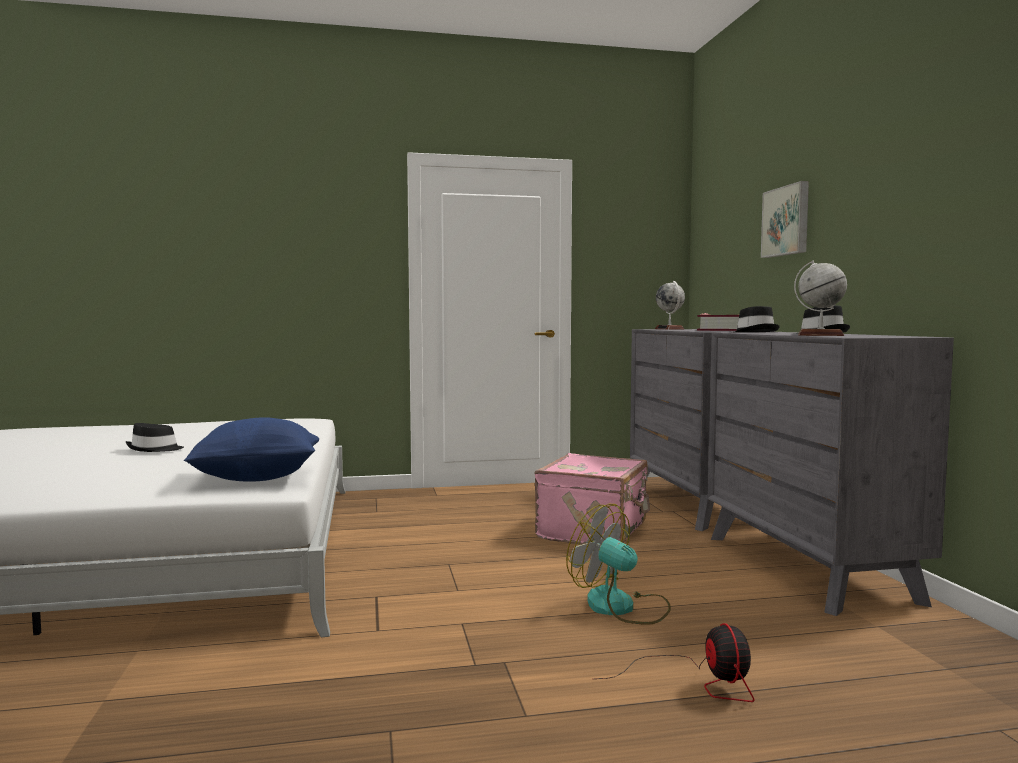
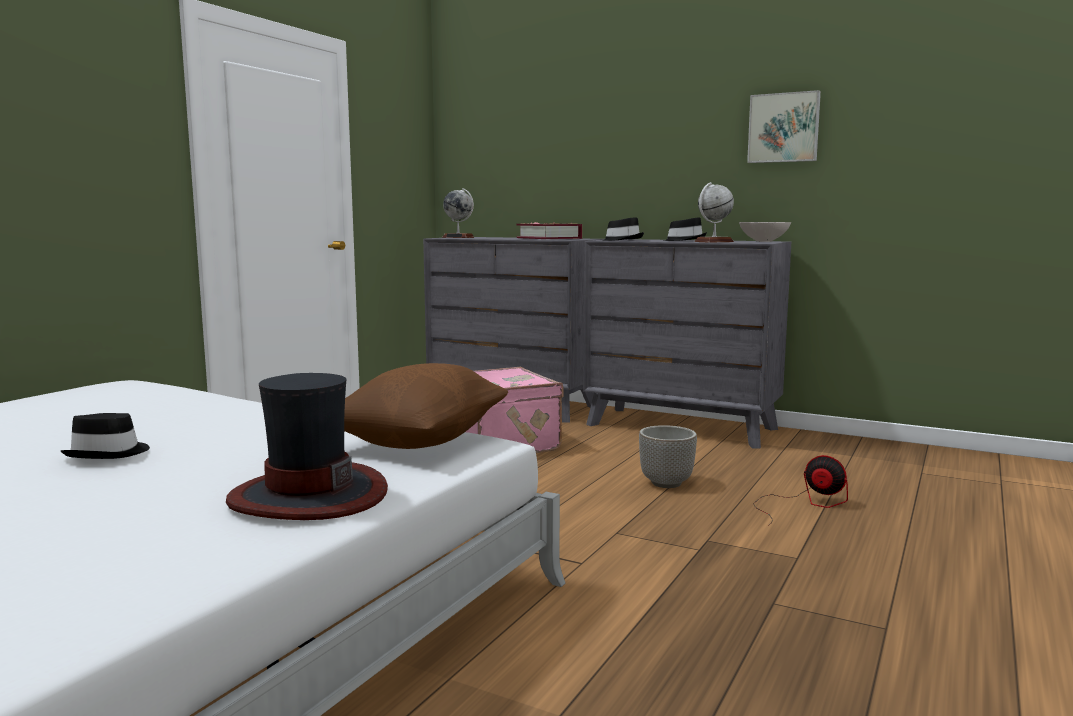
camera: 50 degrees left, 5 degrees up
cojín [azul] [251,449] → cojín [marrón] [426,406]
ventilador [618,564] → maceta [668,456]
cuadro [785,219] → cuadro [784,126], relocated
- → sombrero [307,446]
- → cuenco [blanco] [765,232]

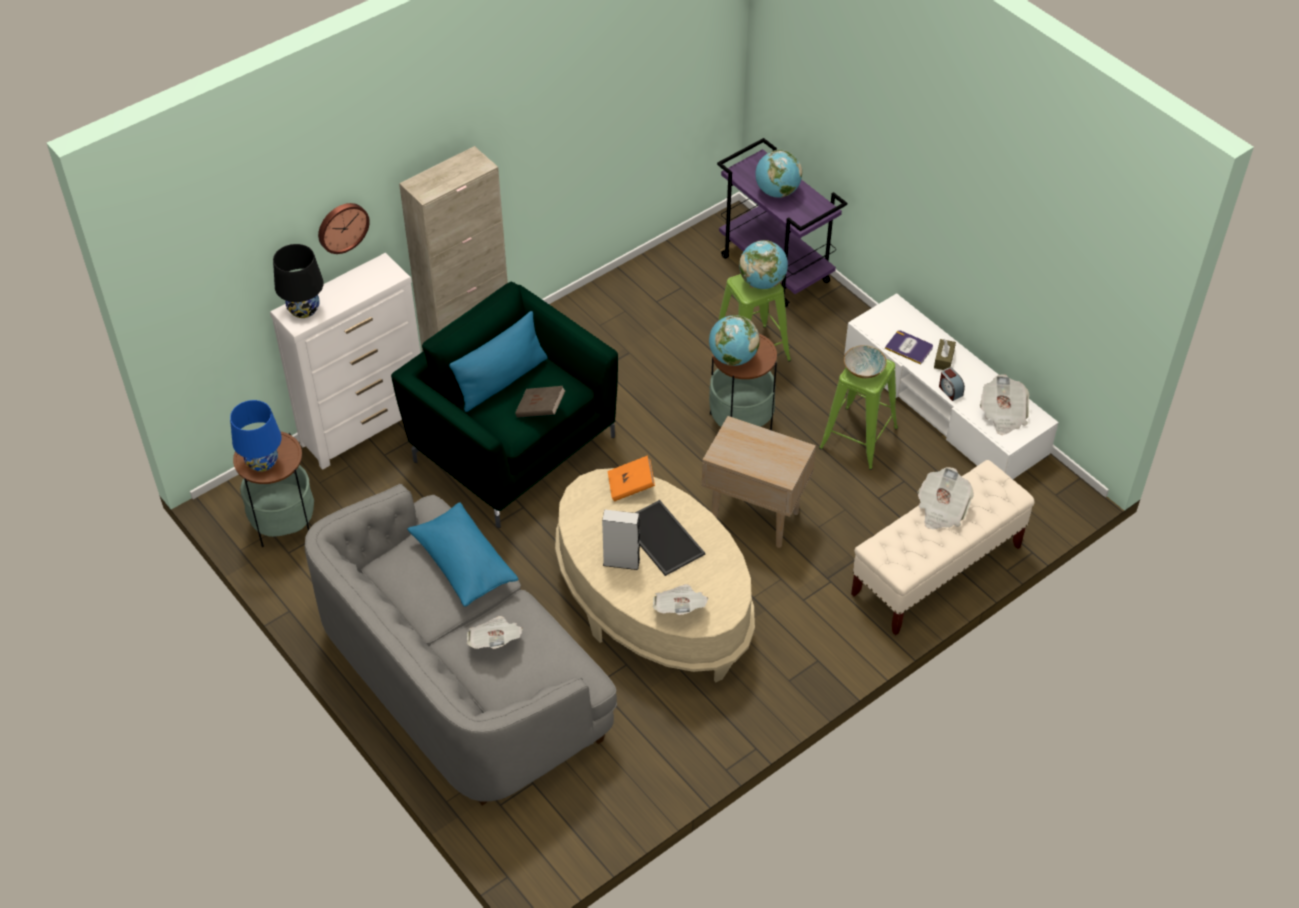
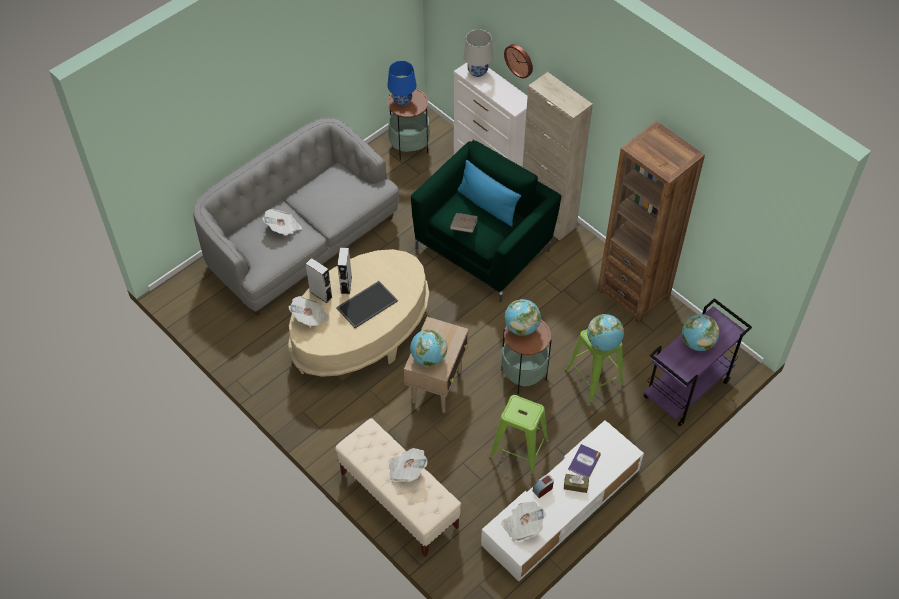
camera: 85 degrees right, 5 degrees up
lámpara de mesa [negro] [298,281] → lámpara de mesa [blanco] [478,53]
cojín [azul] [463,554] → -
libro [naranja] [631,478] → -
cuenco [865,361] → -
- → altavoz [gris] [319,280]
- → globo terráqueo [428,348]
- → estantería [marrón] [651,222]

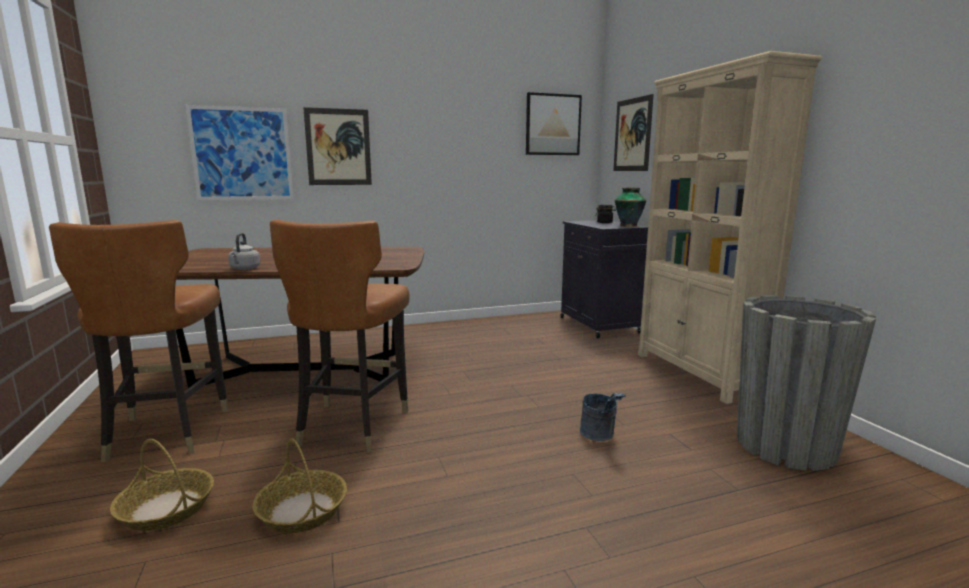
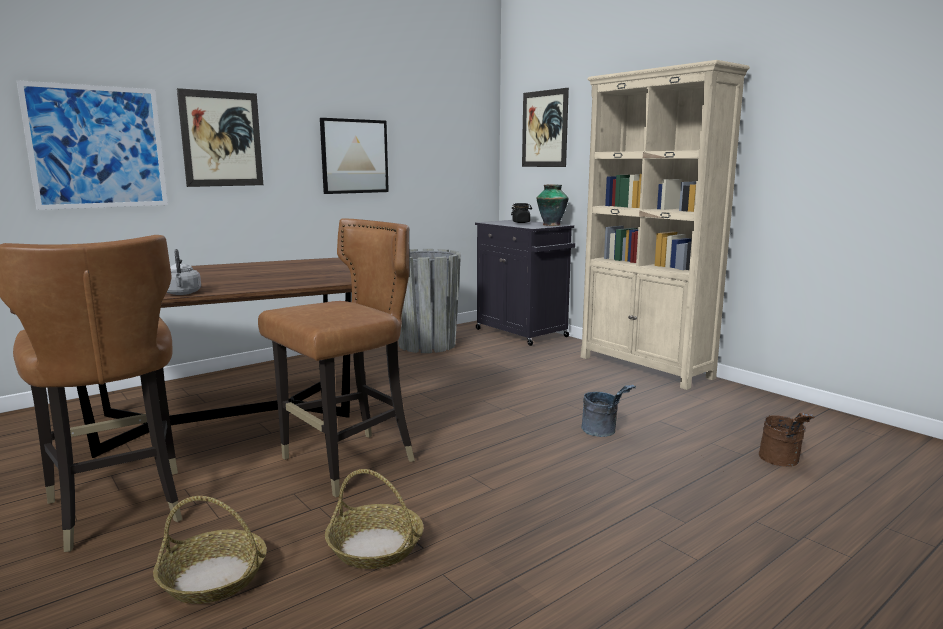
camera: 20 degrees left, 0 degrees up
silla [marrón] [340,336] → silla [marrón] [336,357], 120 degrees counterclockwise
cuadro [554,123] → cuadro [354,156], relocated
maceta [gris] [806,383] → maceta [gris] [429,301], relocated
- → cubo [marrón] [787,440]

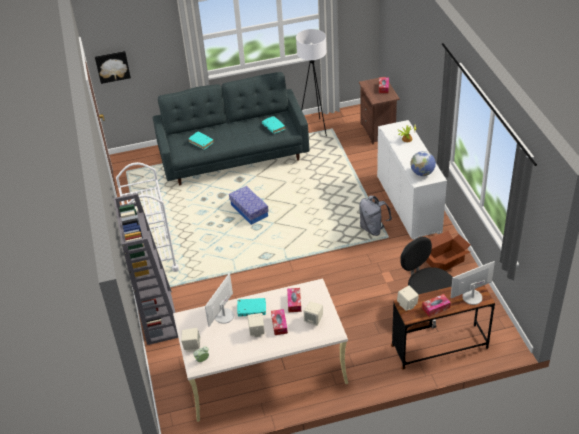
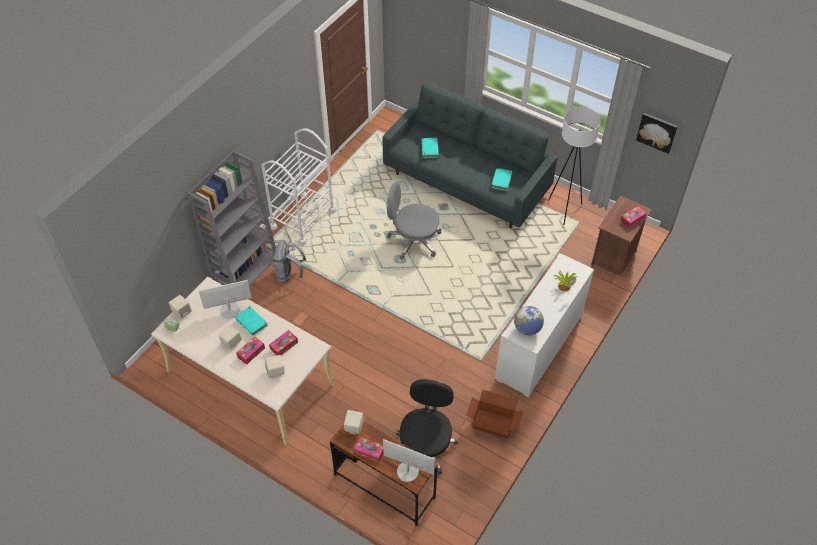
camera: 45 degrees right, 10 degrees up
cuadro [113,67] → cuadro [657,133], relocated
caja de almacenaje [249,205] → silla de oficina [gris] [414,221]
mochila [gris] [375,215] → mochila [gris] [289,261], relocated

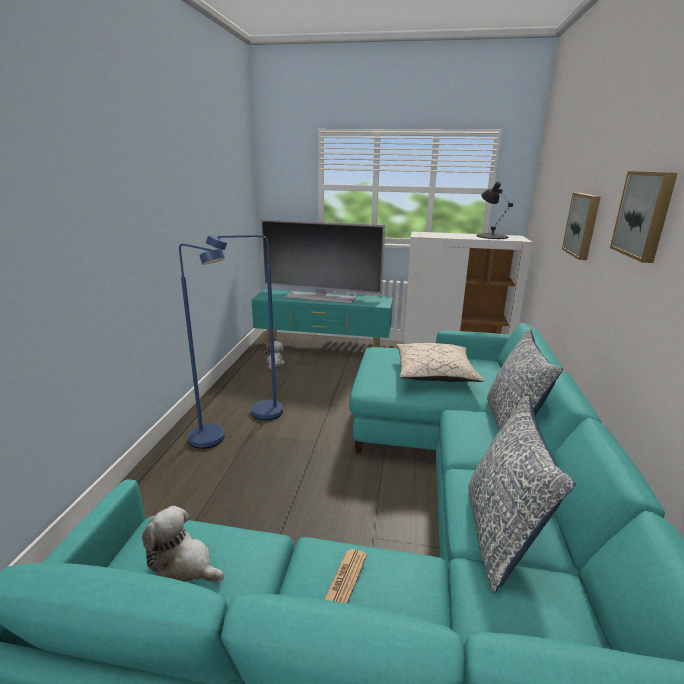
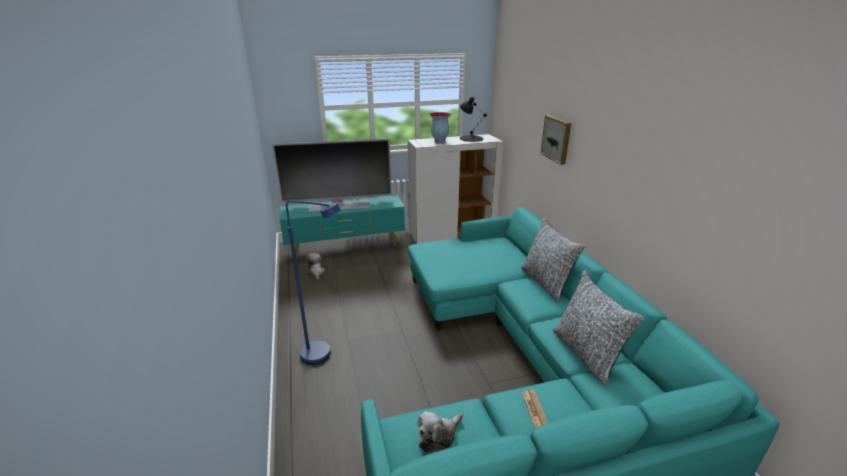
camera: 25 degrees left, 5 degrees up
peluche [183,544] → peluche [440,432], 45 degrees counterclockwise
lámpara de pie [azul] [244,327] → -
cojín [beis] [440,362] → -
cuadro [644,217] → -
- → florero [440,128]

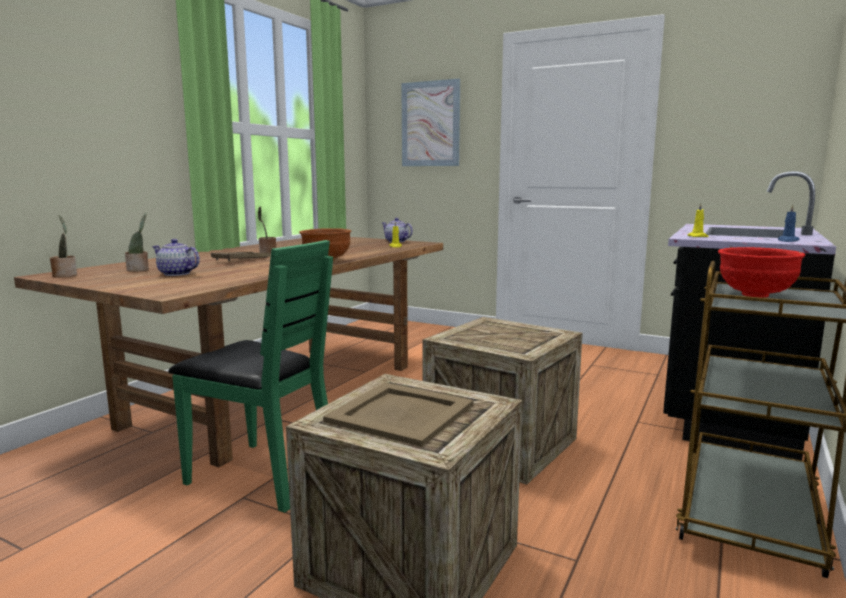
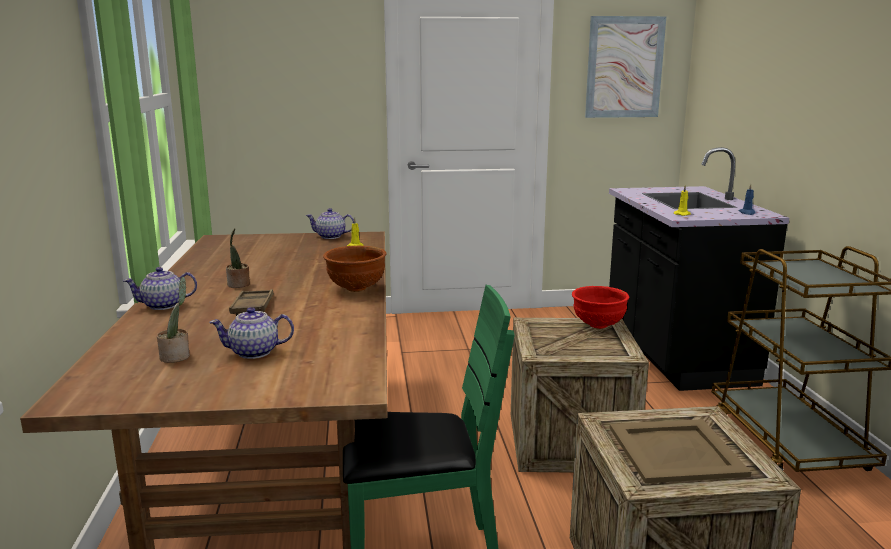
camera: 35 degrees left, 5 degrees up
planta en maceta [63,246] → -
cuadro [430,122] → cuadro [625,67], relocated
cuenco [rojo] [761,272] → cuenco [rojo] [600,307], relocated
- → tetera [160,288]

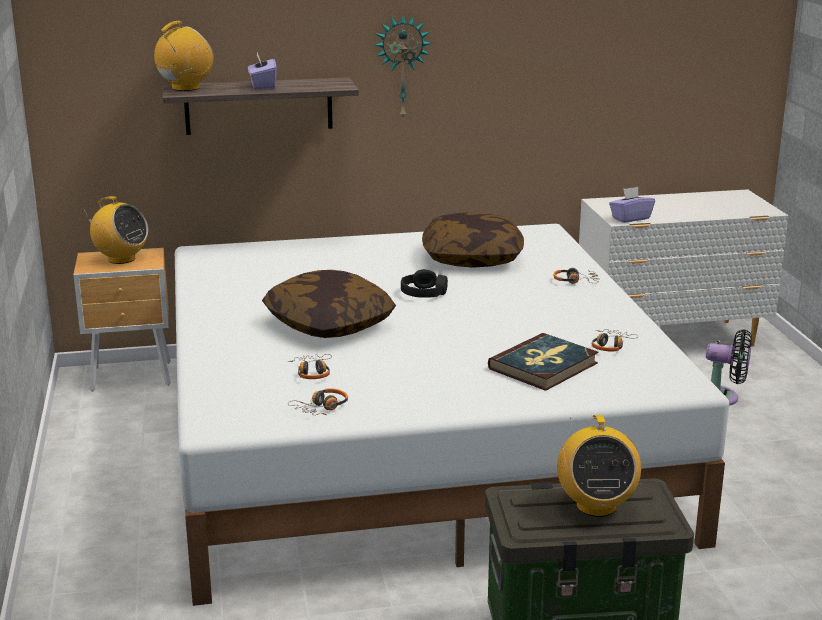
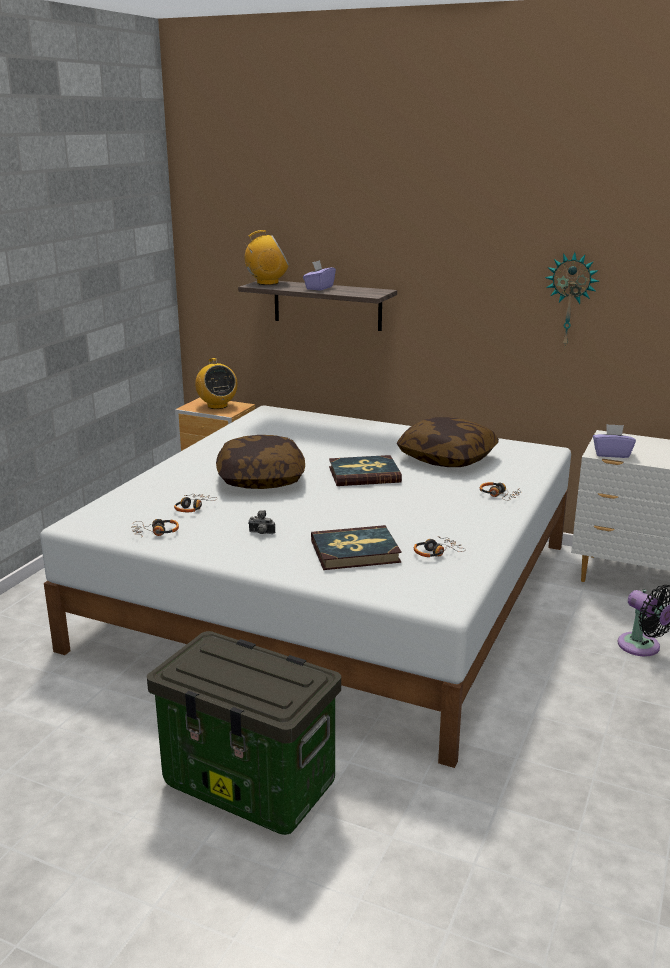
camera: 35 degrees right, 0 degrees up
reloj de pared [403,66] → reloj de pared [572,299], relocated
auriculares [negro] [424,283] → libro [365,470]
radio [599,466] → -
- → cámara [261,522]

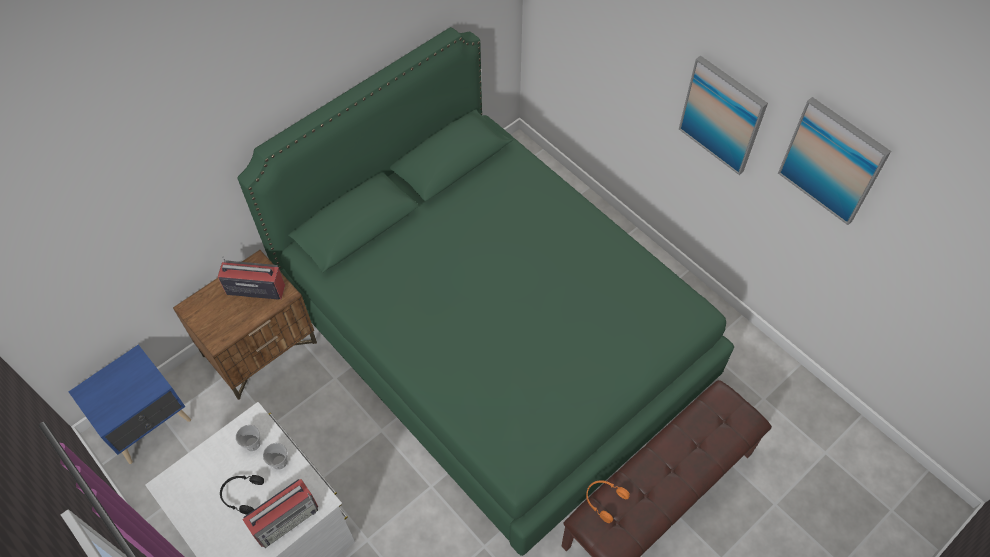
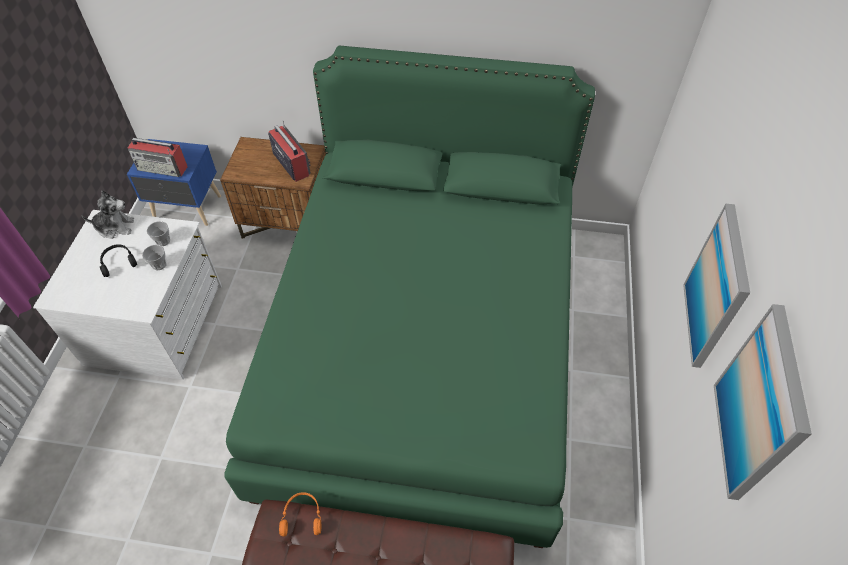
camera: 50 degrees right, 5 degrees down
radio [280,513] → radio [158,157], relocated
- → peluche [108,214]

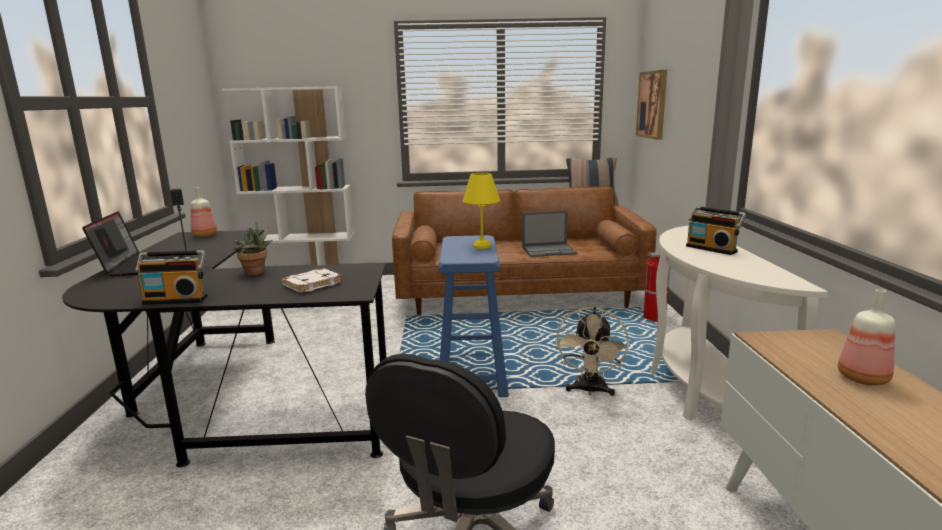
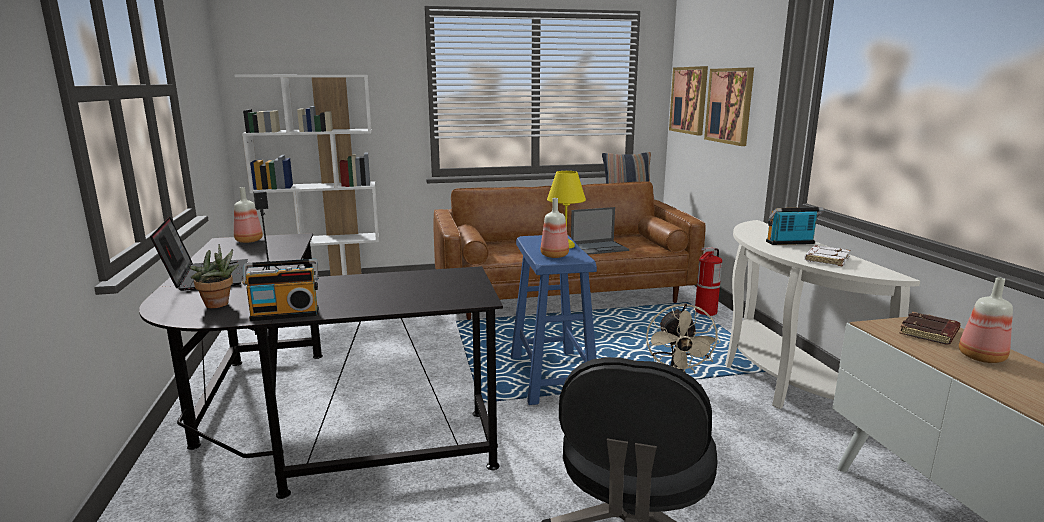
camera: 10 degrees left, 0 degrees up
planta en maceta [252,248] → planta en maceta [214,276], relocated
libro [blanco] [312,280] → libro [blanco] [827,255], relocated
radio [716,230] → radio [795,226], 135 degrees clockwise
- → botella [555,228]
- → cuadro [729,107]
- → libro [marrón] [930,328]

